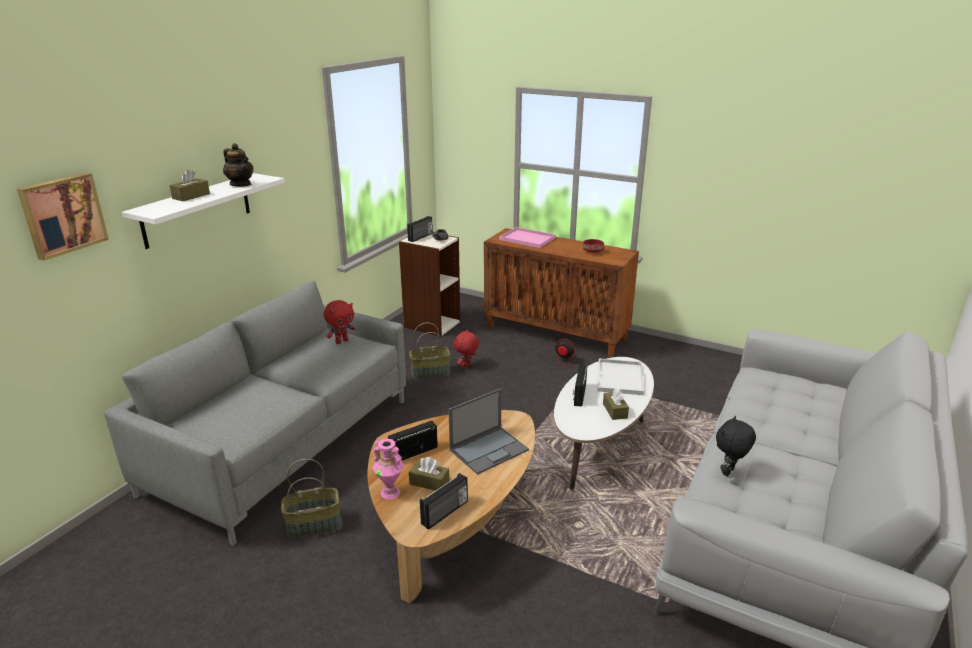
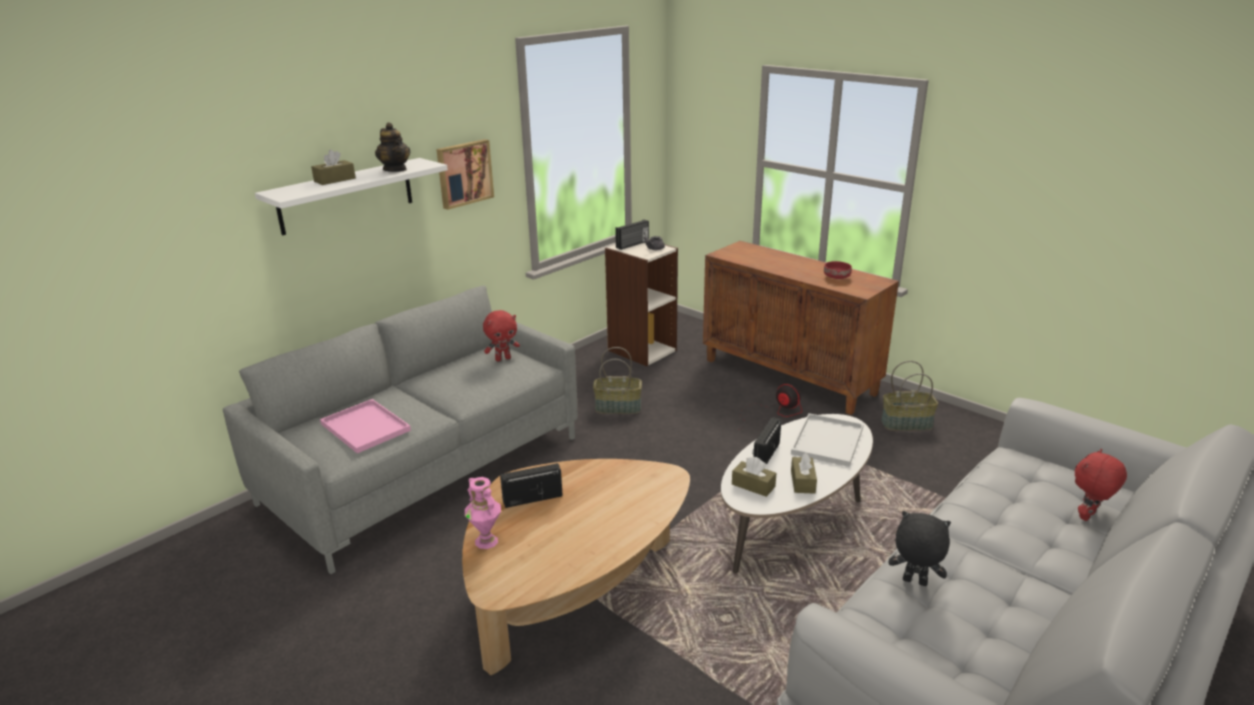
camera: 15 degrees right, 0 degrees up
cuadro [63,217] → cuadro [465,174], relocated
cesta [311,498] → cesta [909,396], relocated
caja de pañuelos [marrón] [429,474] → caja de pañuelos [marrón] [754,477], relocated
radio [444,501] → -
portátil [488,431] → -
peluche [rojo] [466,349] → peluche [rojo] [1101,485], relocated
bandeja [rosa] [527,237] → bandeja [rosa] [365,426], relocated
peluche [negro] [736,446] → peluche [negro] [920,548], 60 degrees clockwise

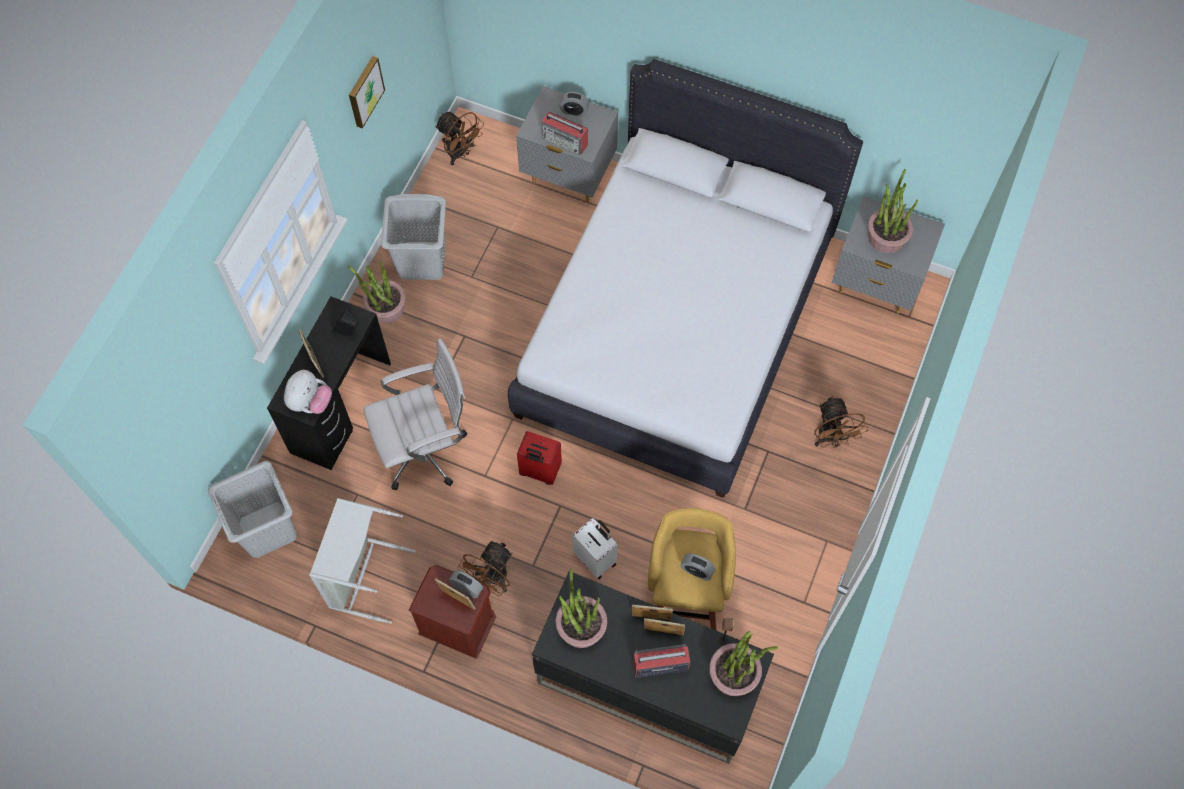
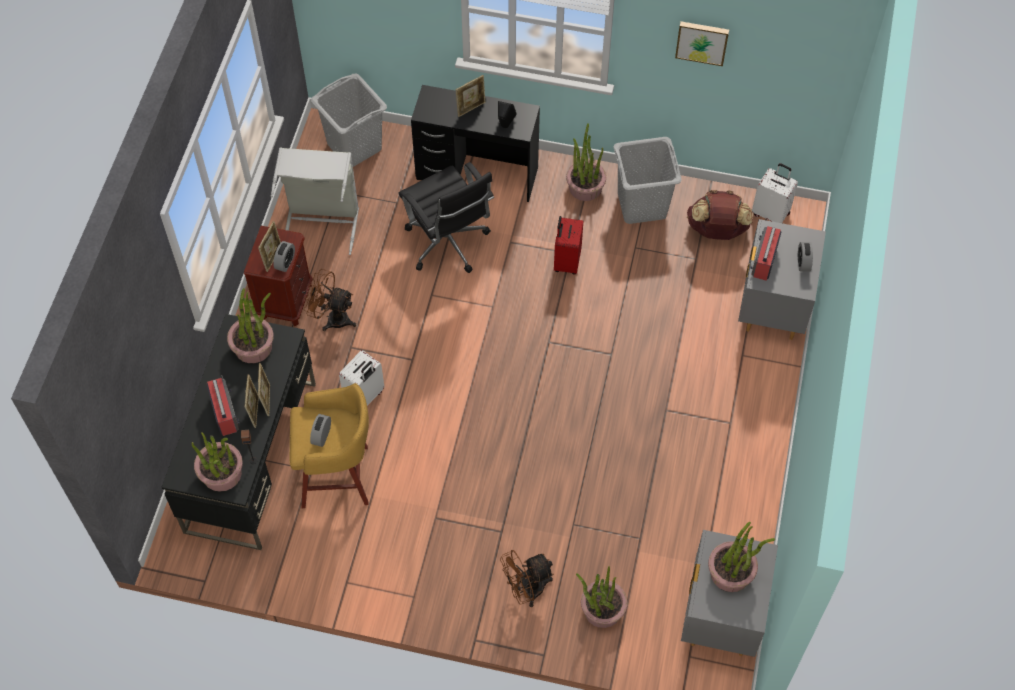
camera: 80 degrees right, 5 degrees down
peluche [308,392] → -
silla de oficina [blanco] [415,414] → silla de oficina [negro] [446,217]
ventilador [marrón] [459,139] → maleta [blanco] [775,193]
cama [blanco] [685,278] → -
maleta [rojo] [539,458] → maleta [rojo] [568,245], relocated
- → planta en maceta [601,597]
- → mochila [marrón] [720,215]

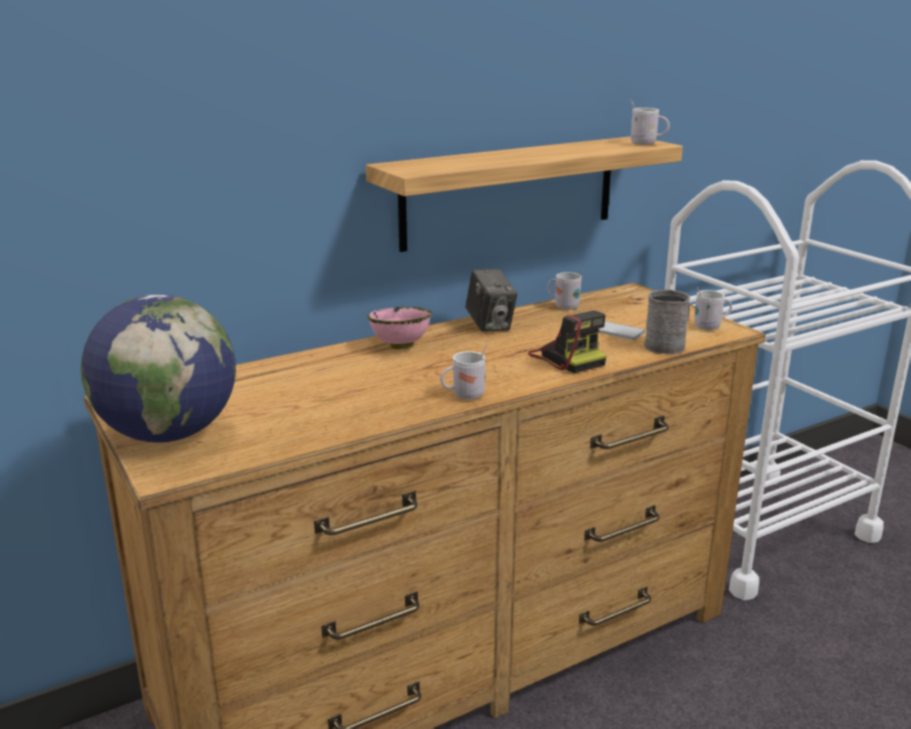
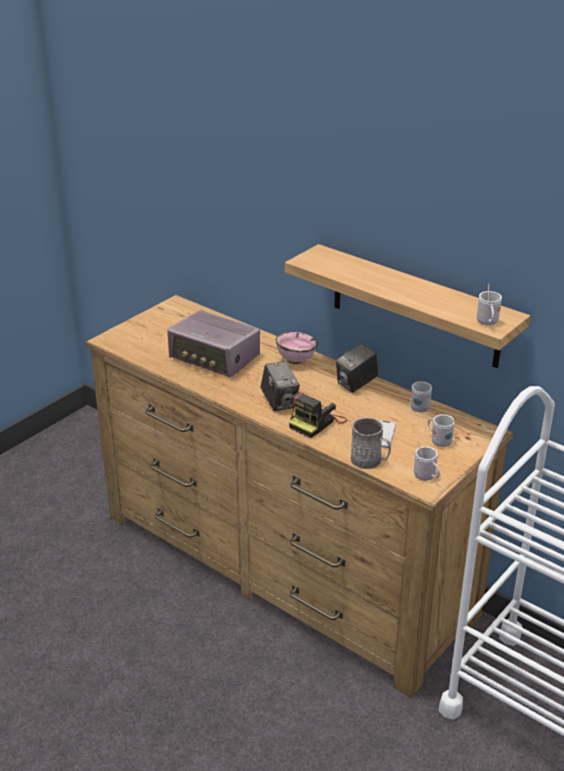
camera: 70 degrees right, 10 degrees up
globo terráqueo [158,368] → -
taza grande [blanco] [463,372] → taza grande [blanco] [441,430], relocated
- → radio [213,344]
- → cámara [280,386]

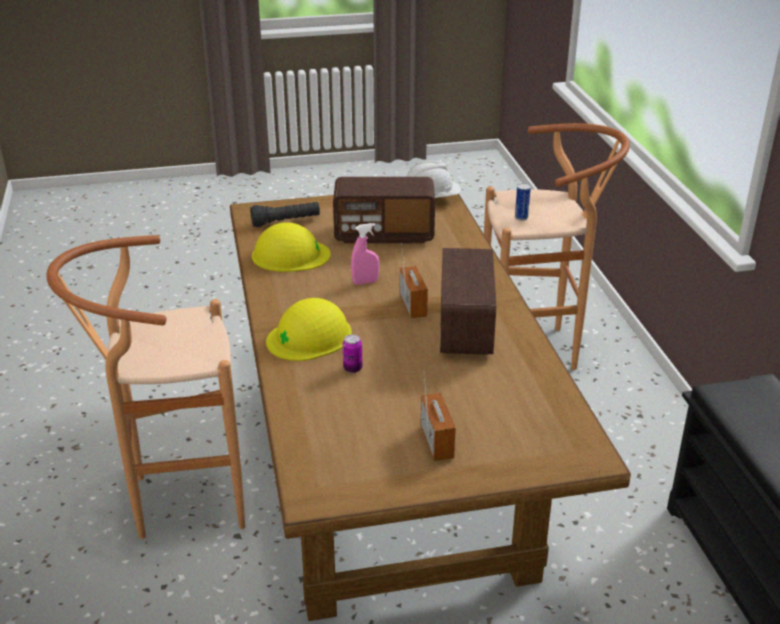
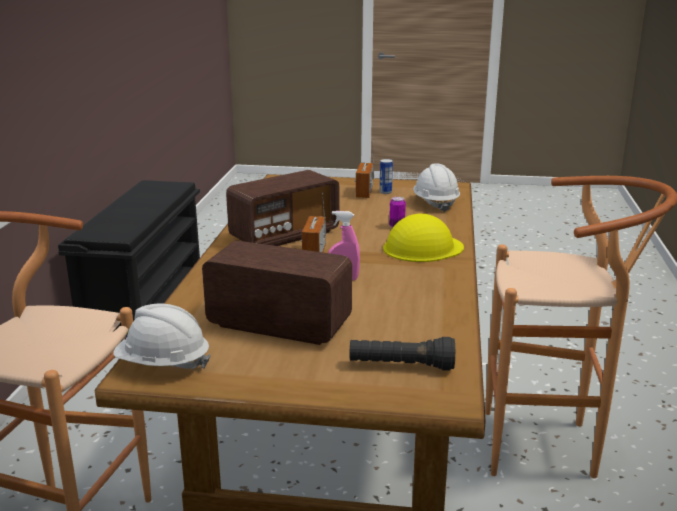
camera: 160 degrees left, 10 degrees down
casco [amarillo] [291,247] → -
radio [468,301] → radio [282,208], 150 degrees counterclockwise
lata [523,202] → lata [386,176], relocated
- → casco [blanco] [436,187]

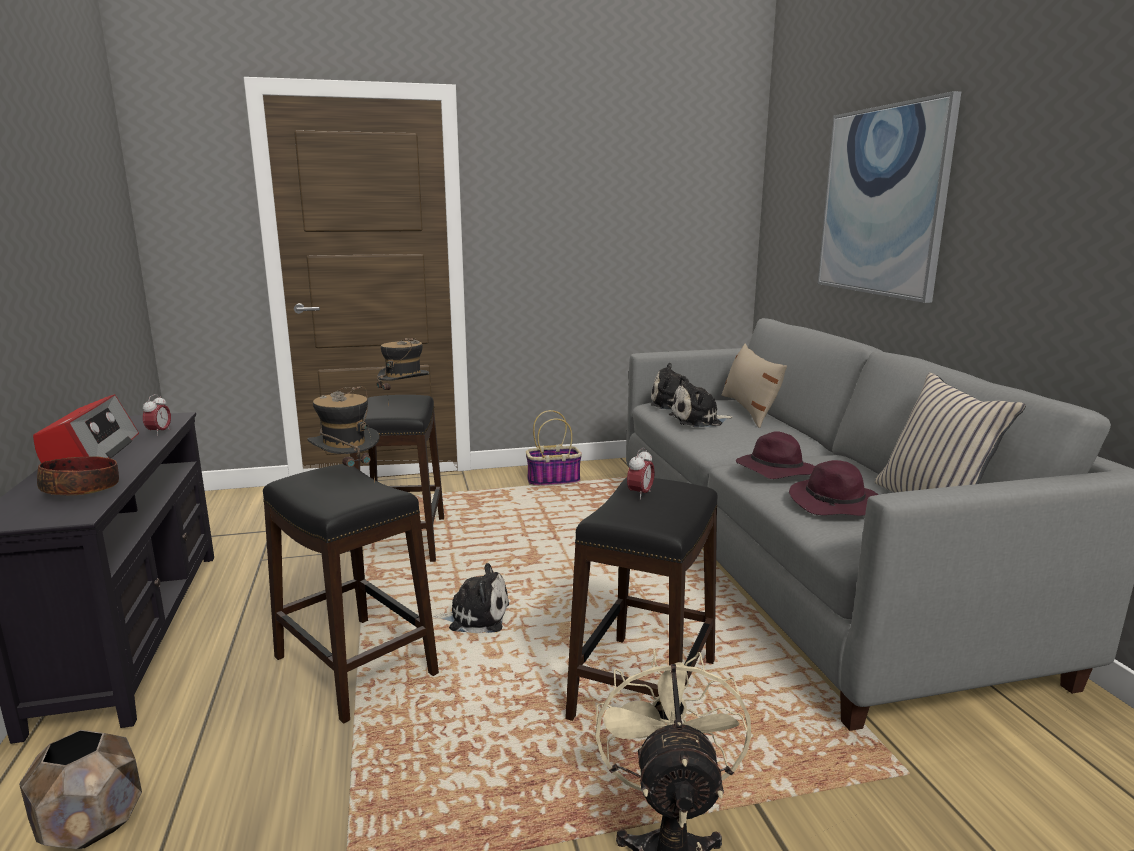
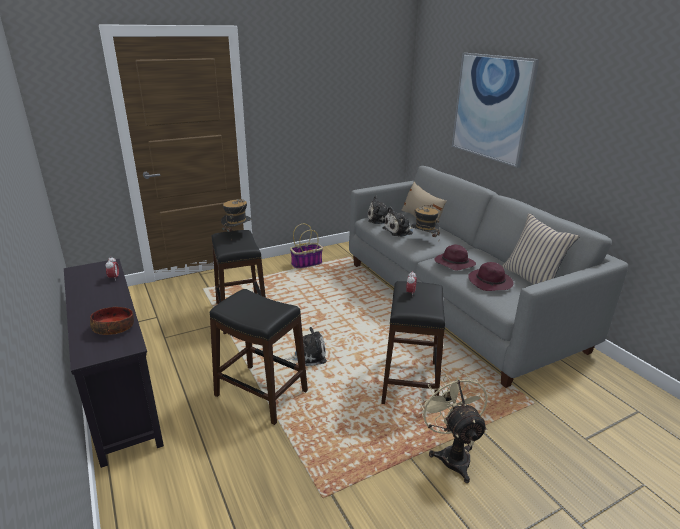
camera: 15 degrees left, 10 degrees up
maceta [marrón] [80,789] → -
radio [86,428] → -
sombrero [343,434] → sombrero [425,221], relocated

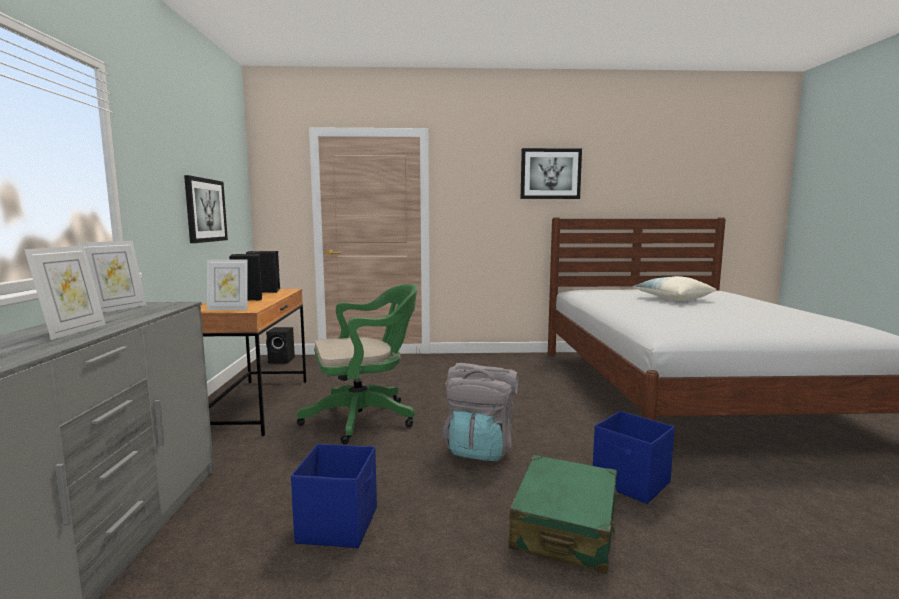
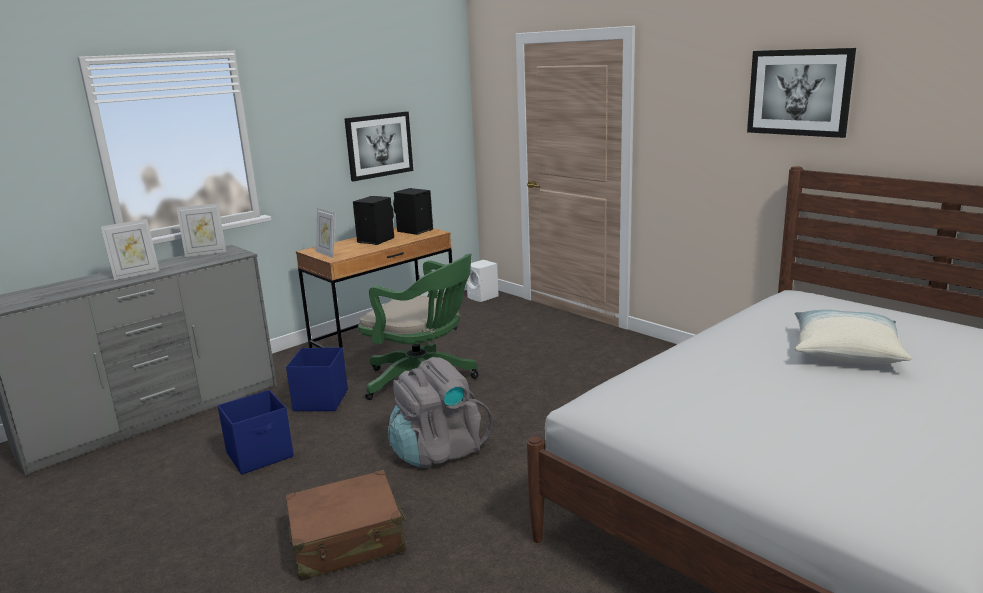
camera: 50 degrees right, 10 degrees up
altavoz [negro] [280,345] → altavoz [blanco] [482,281]
maleta [verde] [563,514] → maleta [marrón] [346,525]
caja de almacenaje [azul] [634,457] → caja de almacenaje [azul] [317,379], relocated

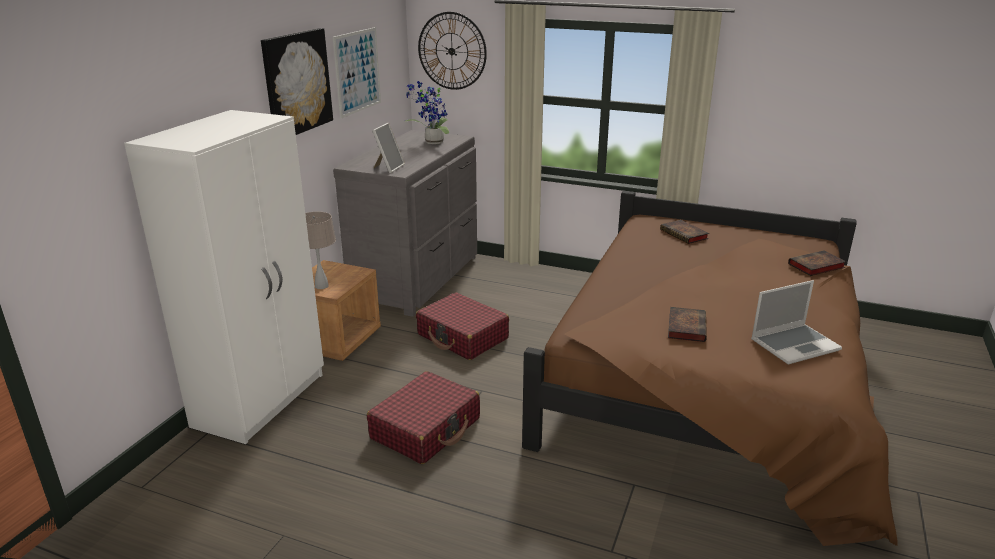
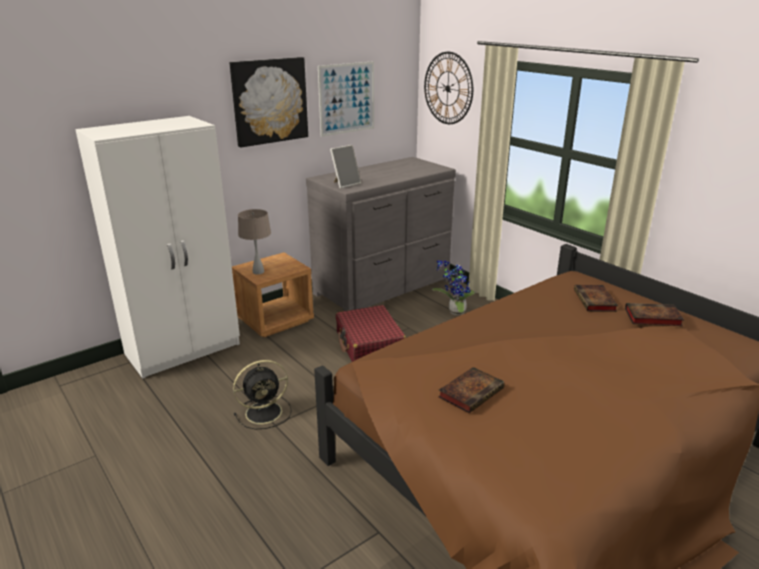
camera: 30 degrees right, 0 degrees up
maleta [rojo] [423,417] → ventilador [negro] [262,394]
planta en maceta [427,112] → planta en maceta [453,287], relocated
portátil [796,322] → -
libro [817,263] → libro [654,314], relocated

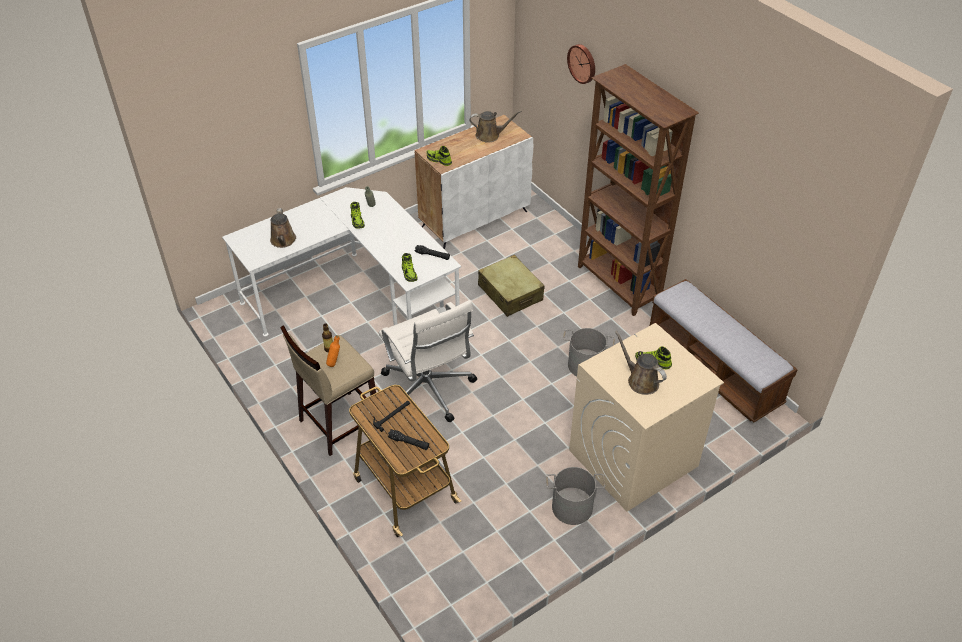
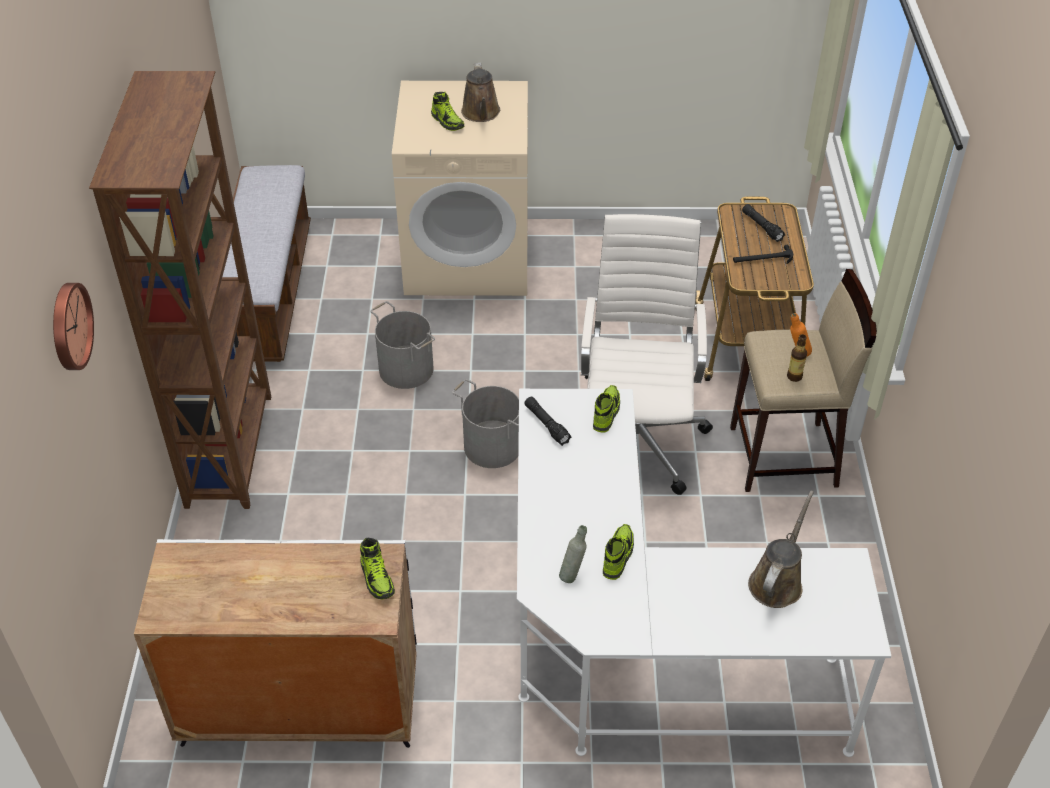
camera: 145 degrees left, 0 degrees up
regadera [marrón] [496,127] → -
maleta [beis] [511,286] → -
cubo [gris] [575,496] → cubo [gris] [485,423], relocated

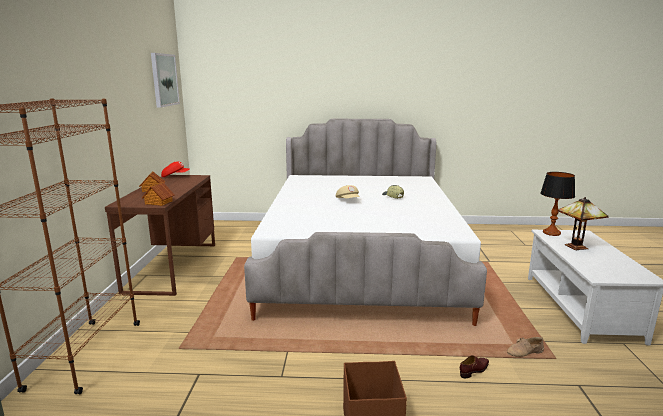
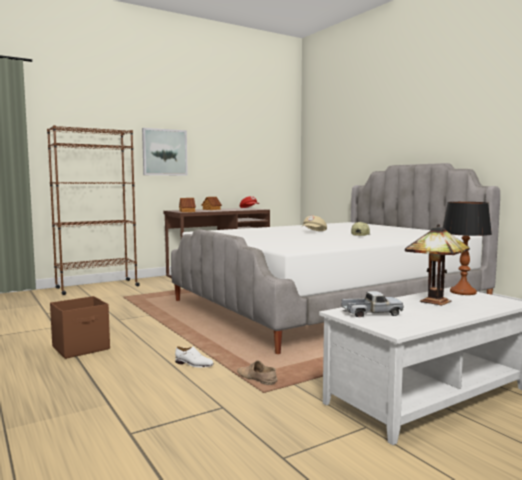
camera: 55 degrees right, 10 degrees down
cuadro [165,80] → cuadro [165,152], relocated
zapato [marrón] [474,366] → zapato [blanco] [194,356]
- → camión de juguete [373,304]

